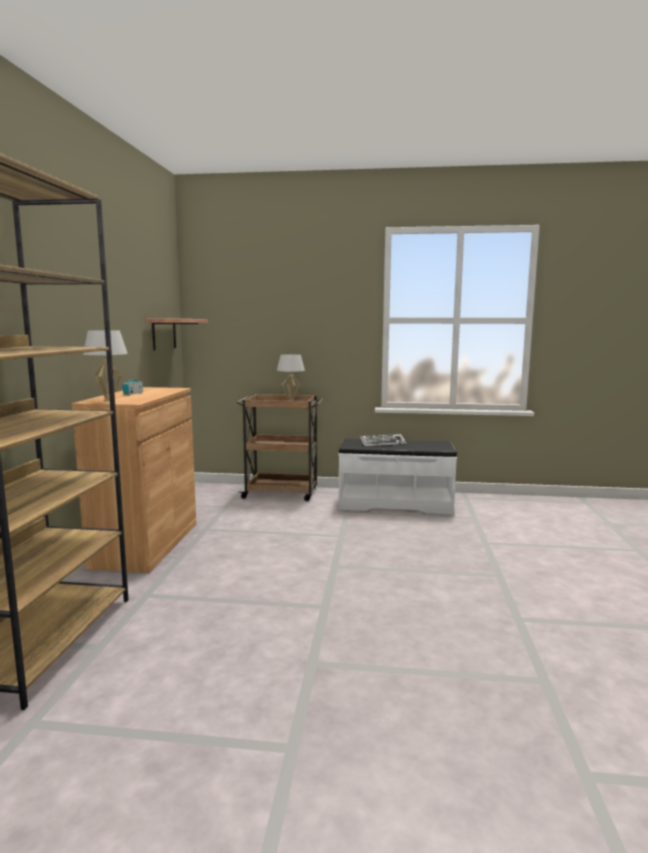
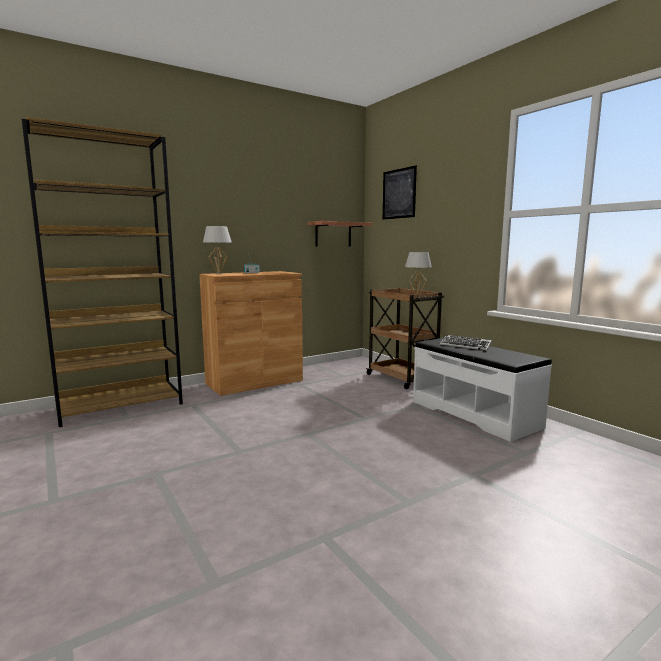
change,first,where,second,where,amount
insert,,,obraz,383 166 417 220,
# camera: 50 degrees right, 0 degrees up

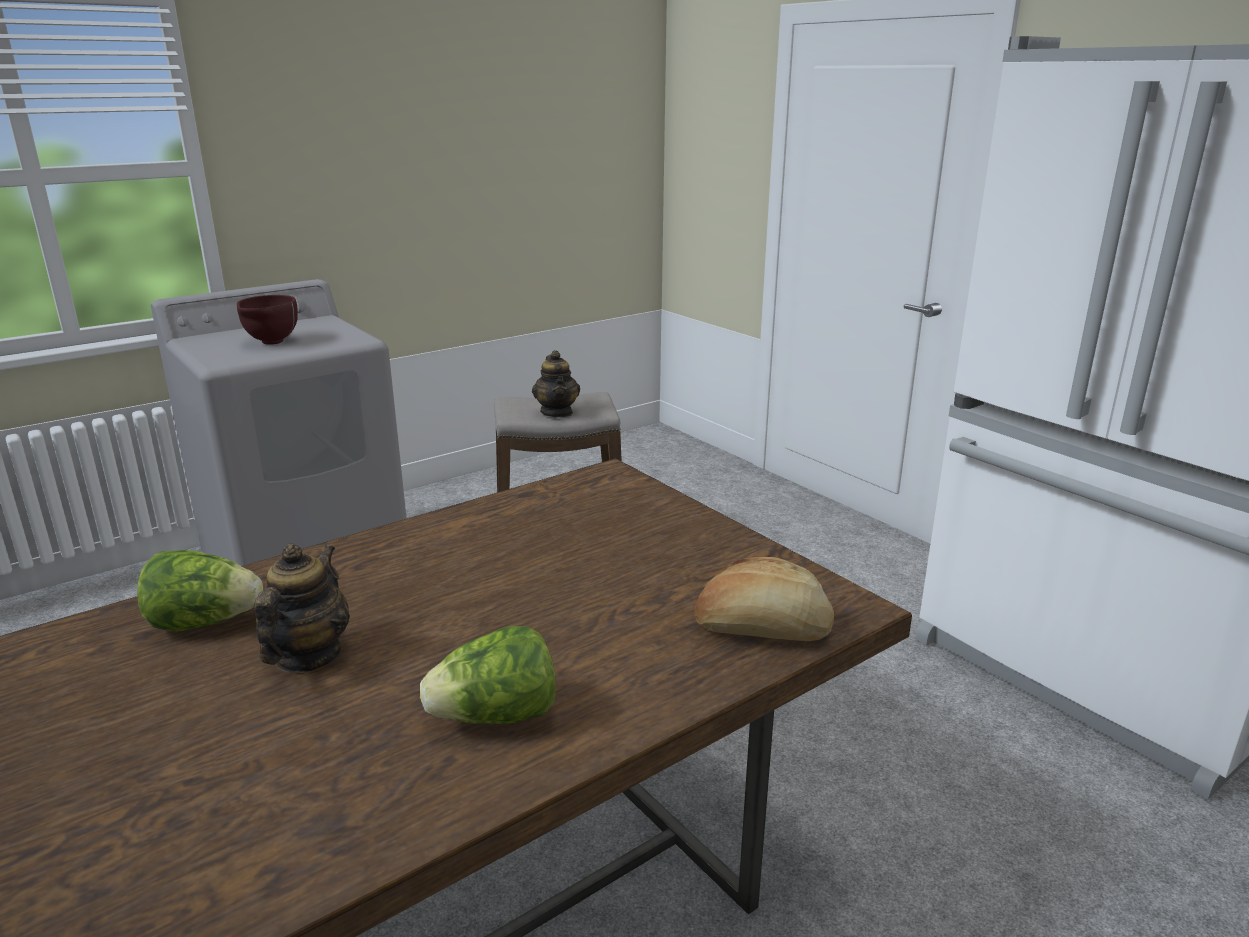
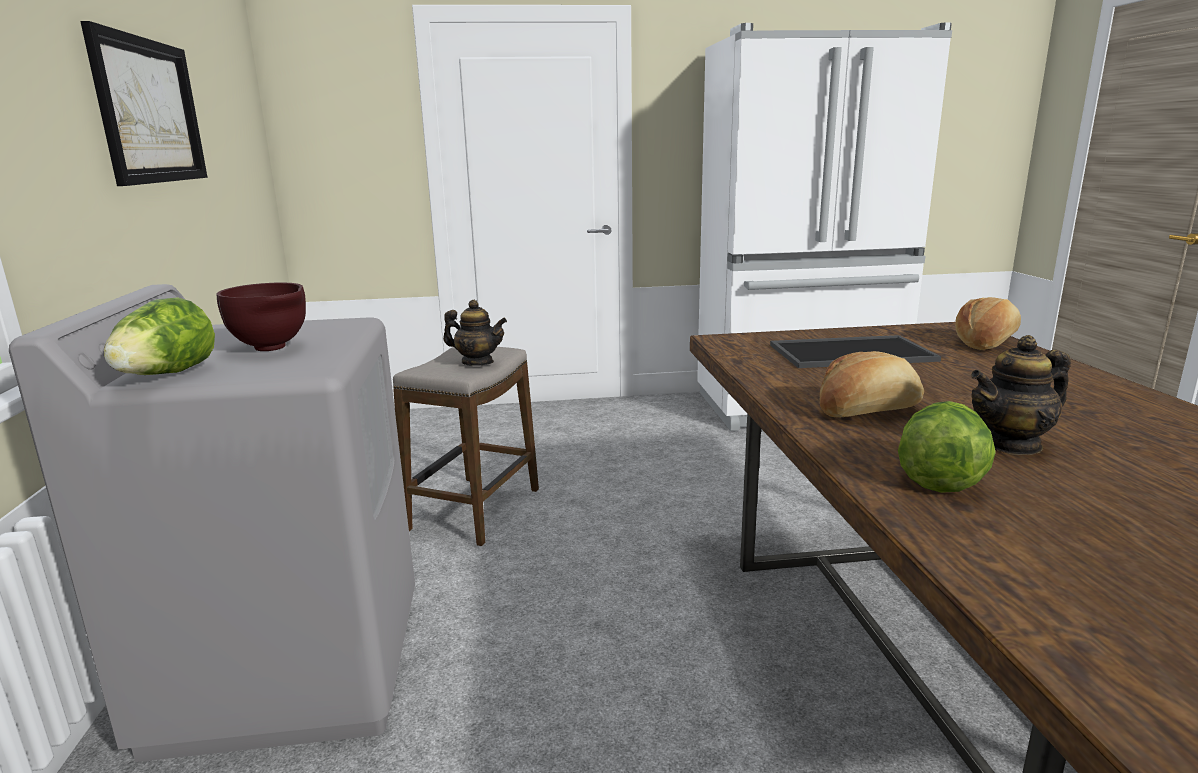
change,first,where,second,where,amount
insert,,,obraz,80 21 207 186,
insert,,,taca,770 335 941 368,
insert,,,chleb,820 351 924 418,
move,sałata,420 626 555 724,,104 297 215 375,
rotate,imbryk,254 544 350 673,,971 335 1071 455,60 degrees counterclockwise
# camera: 60 degrees left, 5 degrees down

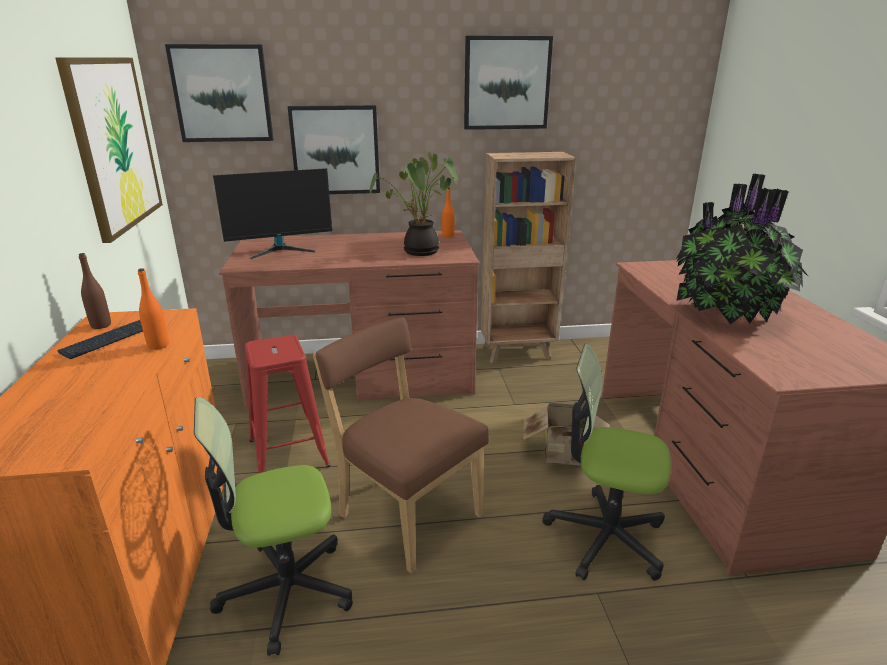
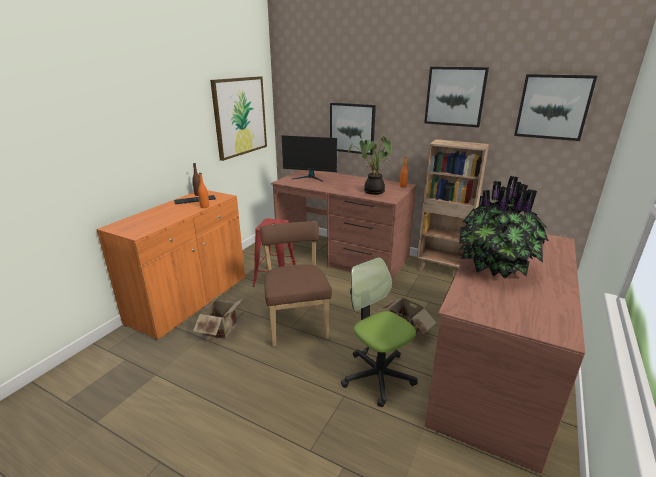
change,first,where,second,where,amount
move,obraz,165 44 274 142,,514 74 597 141,
replace,krzesło biurowe,194 397 353 656,karton,193 294 243 339,
# camera: 35 degrees right, 0 degrees up

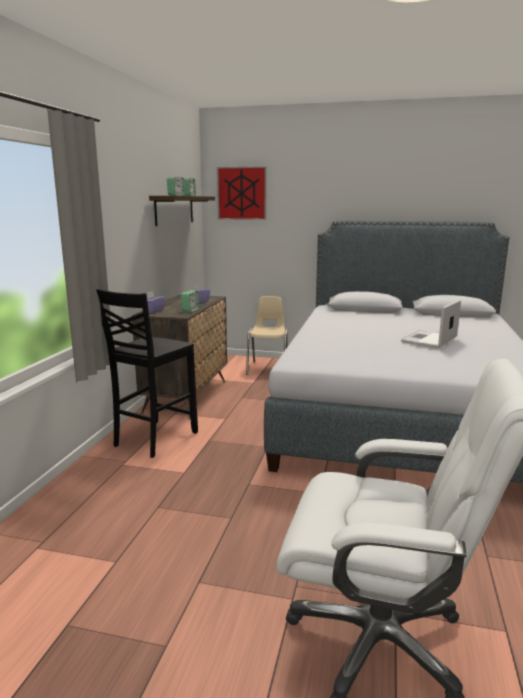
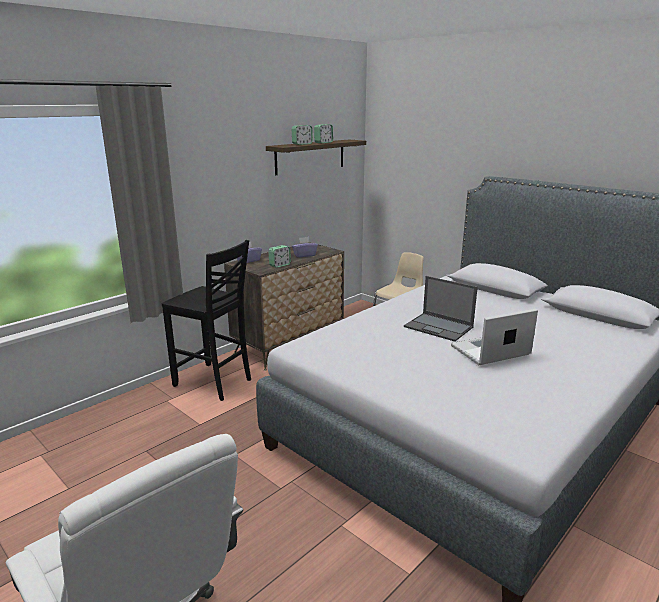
change,first,where,second,where,amount
delete,obraz,217 166 266 220,,,
insert,,,laptop,404 276 478 341,
rotate,krzesło (czarny),96 289 198 458,,162 240 251 401,120 degrees counterclockwise
# camera: 30 degrees right, 5 degrees up

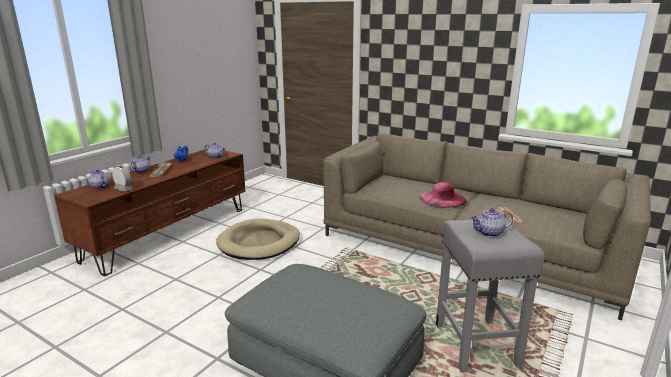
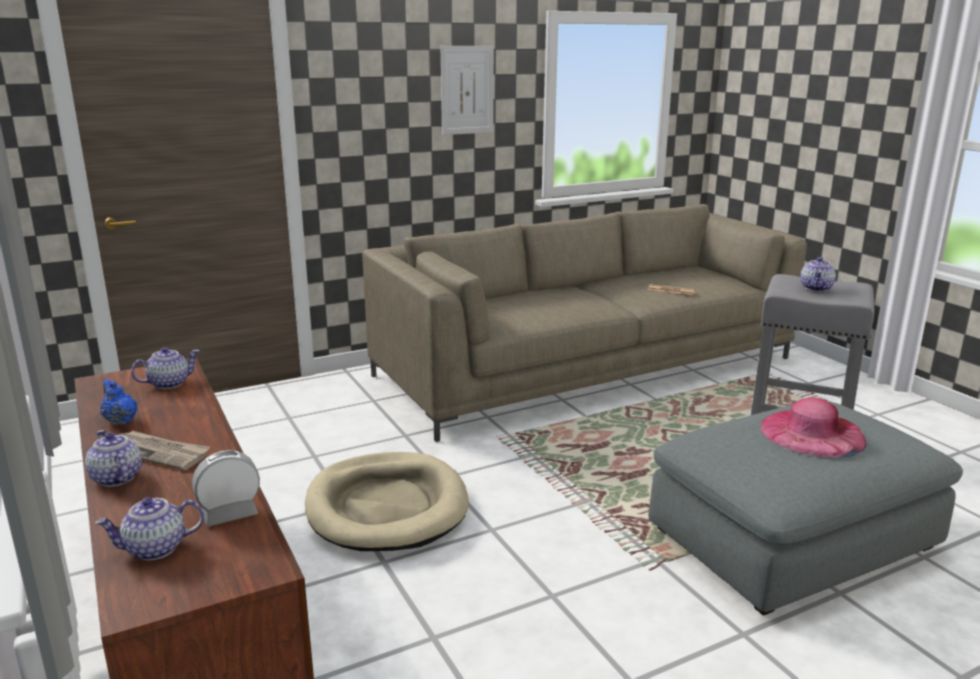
change,first,where,second,where,amount
insert,,,obraz,440 46 494 135,
move,kapelusz (różowy),420 182 467 208,,761 397 867 458,
# camera: 60 degrees left, 0 degrees up

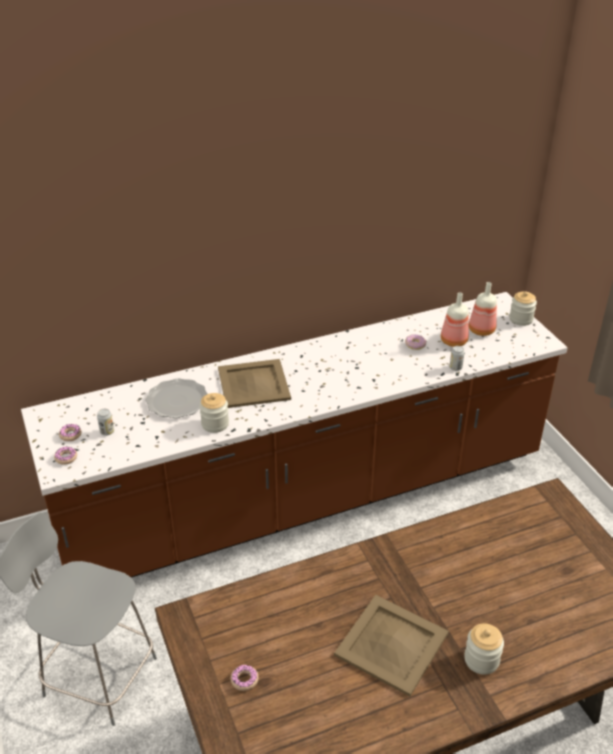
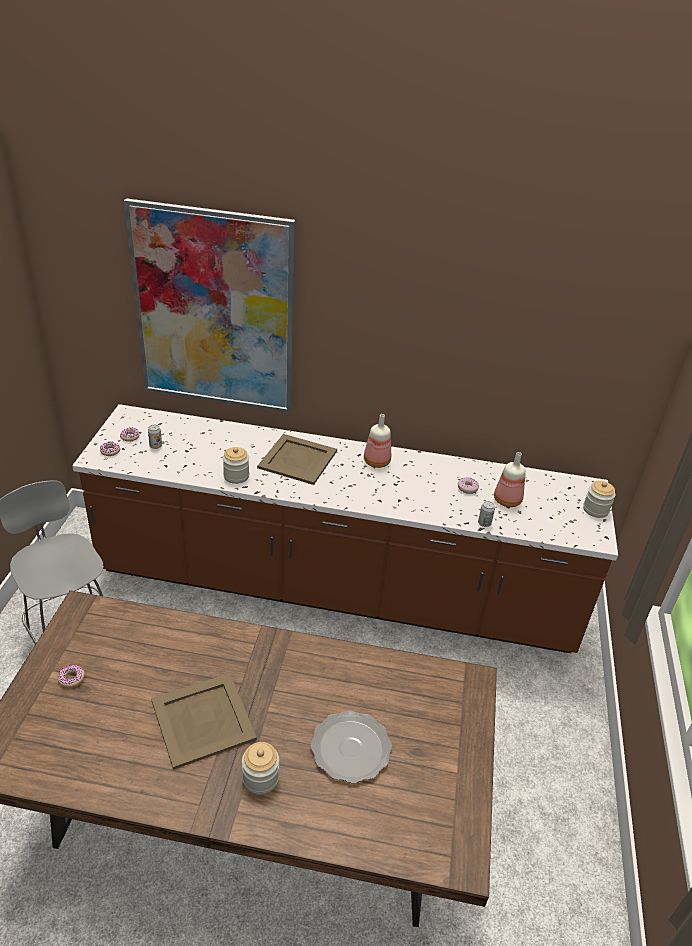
change,first,where,second,where,amount
insert,,,obraz,124 198 295 413,
move,talerz,145 378 208 418,,311 711 392 783,
move,butelka,469 282 497 336,,364 414 391 468,
# camera: 30 degrees right, 0 degrees up

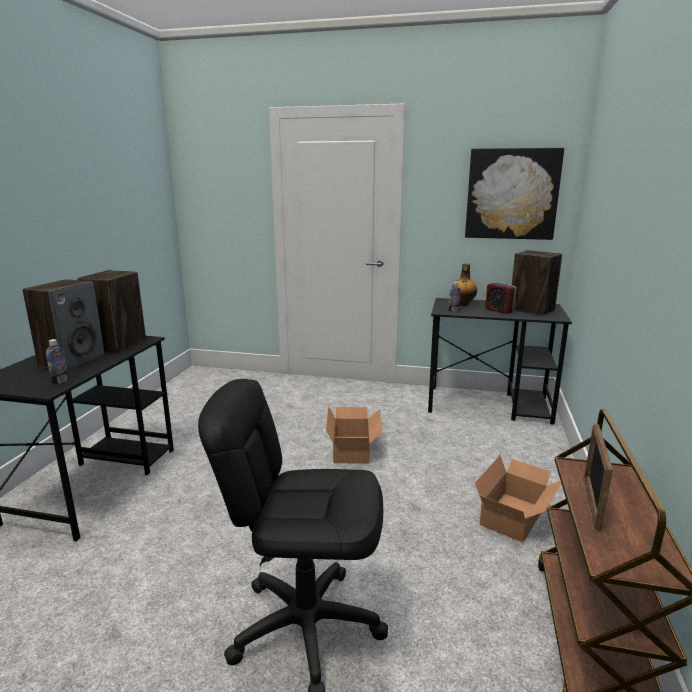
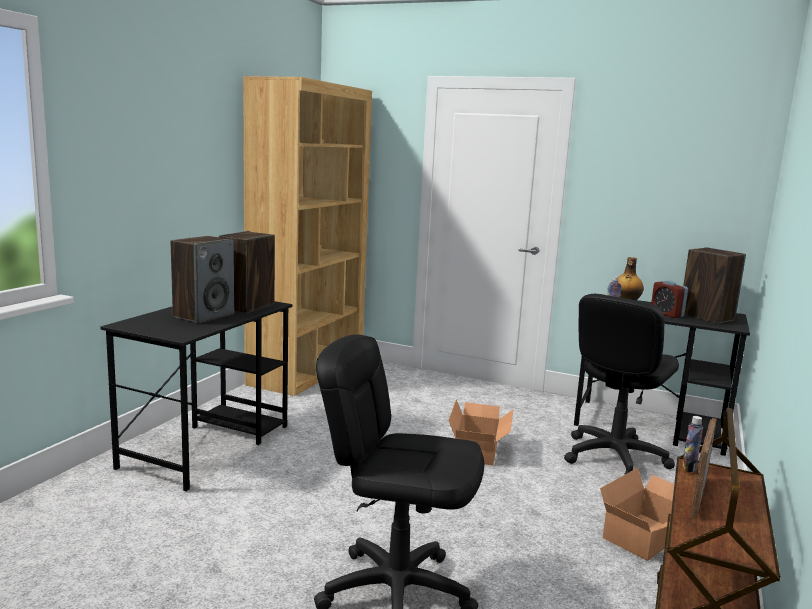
change,first,where,second,where,amount
delete,obraz,465 148 564 240,,,
insert,,,regał (brązowy),243 76 372 396,
insert,,,krzesło biurowe (czarny),564 294 679 475,
move,butelka,46 339 69 384,,682 416 703 472,
# camera: 10 degrees right, 5 degrees down

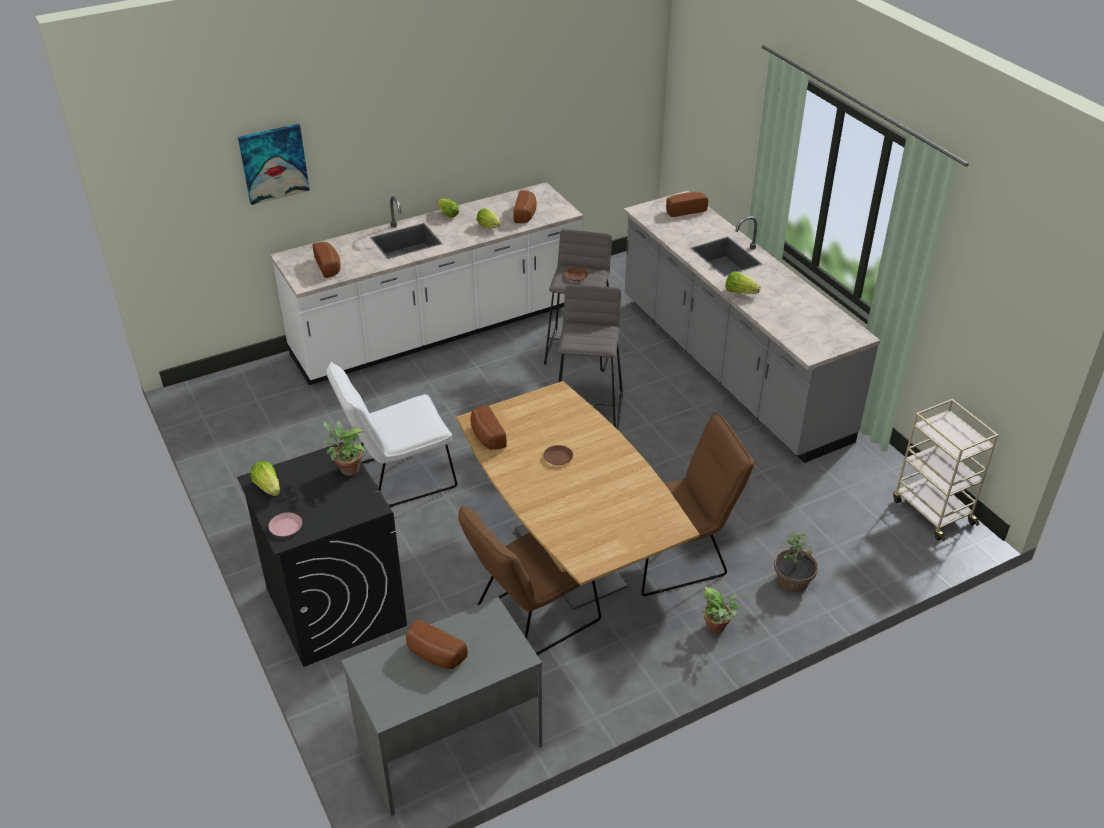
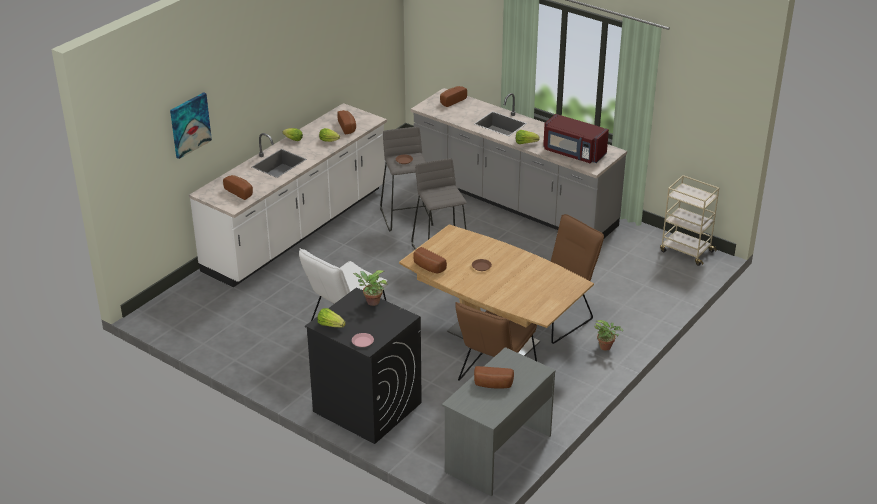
change,first,where,second,where,amount
delete,roślina doniczkowa,774 532 818 593,,,
insert,,,mikrofalówka (czerwony),543 114 609 163,
# camera: 25 degrees left, 5 degrees down

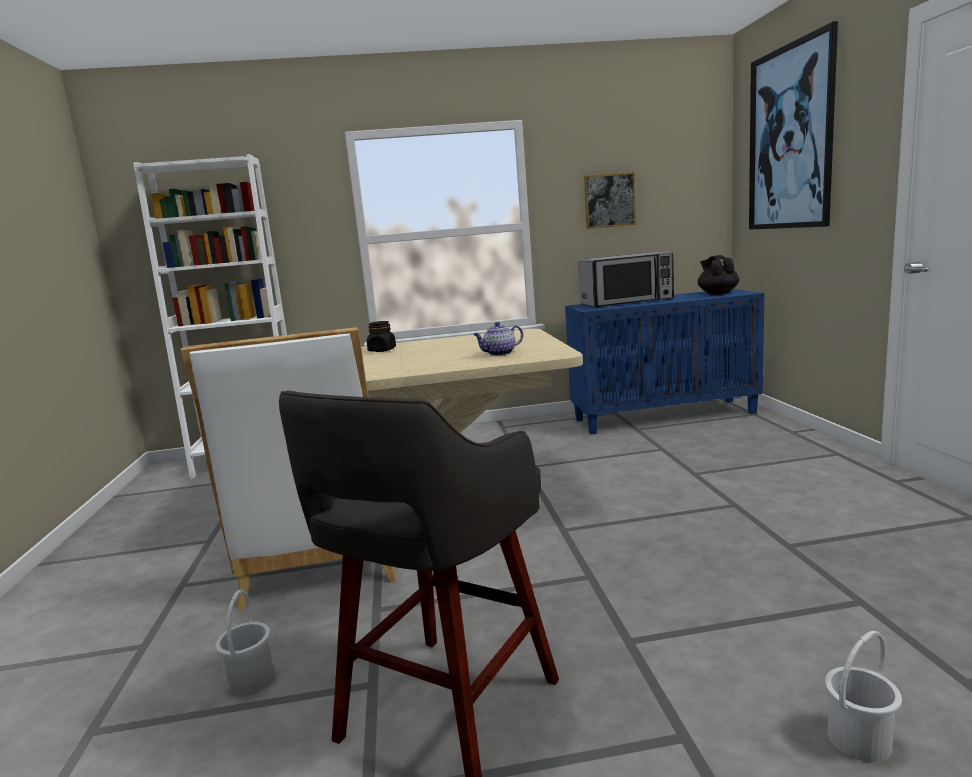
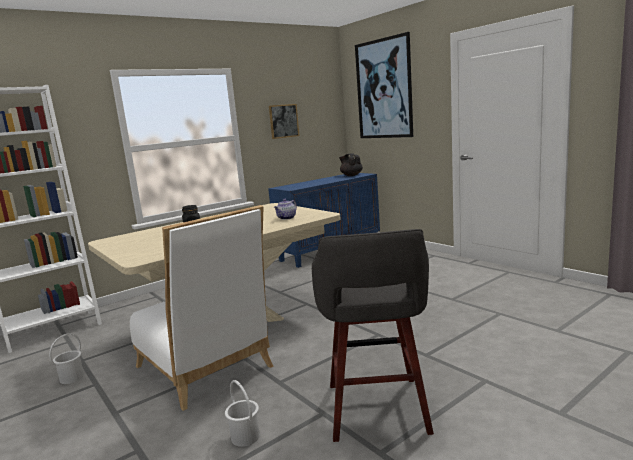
change,first,where,second,where,amount
delete,mikrofalówka,578 252 674 308,,,
move,wiadro (biały),825 631 902 762,,49 333 84 384,
# camera: 30 degrees left, 0 degrees up

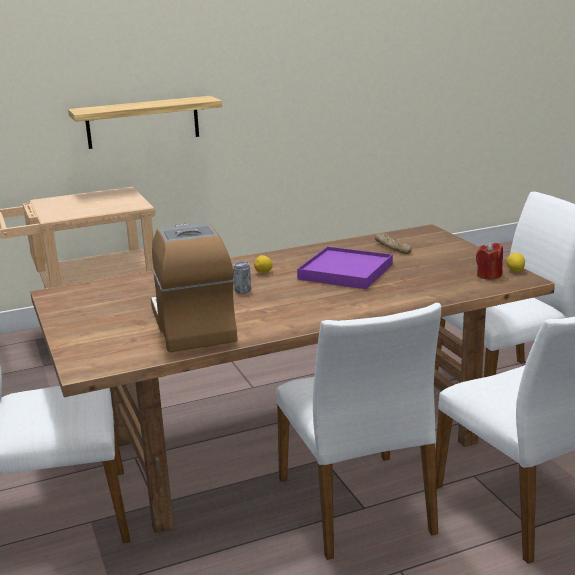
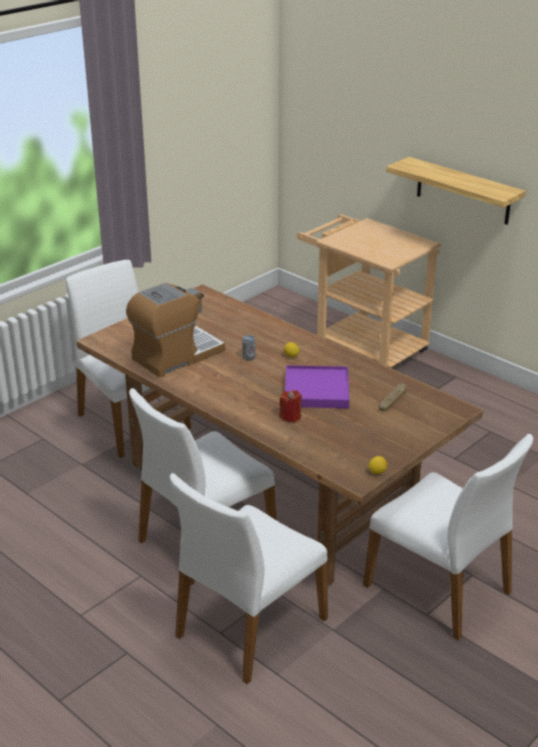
change,first,where,second,where,amount
move,świeca (czerwony),476 242 503 280,,279 390 302 422,
# camera: 65 degrees right, 10 degrees up

